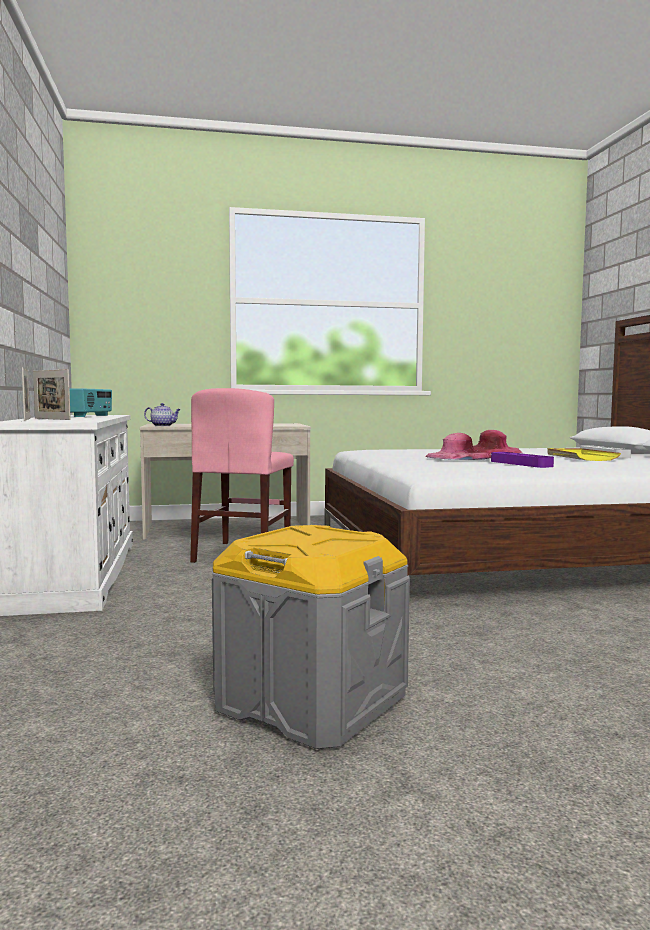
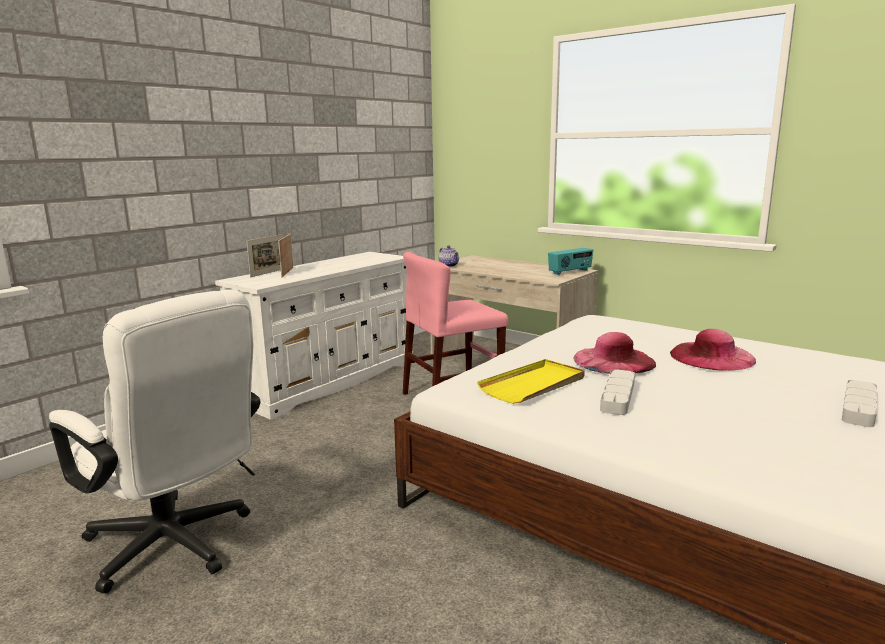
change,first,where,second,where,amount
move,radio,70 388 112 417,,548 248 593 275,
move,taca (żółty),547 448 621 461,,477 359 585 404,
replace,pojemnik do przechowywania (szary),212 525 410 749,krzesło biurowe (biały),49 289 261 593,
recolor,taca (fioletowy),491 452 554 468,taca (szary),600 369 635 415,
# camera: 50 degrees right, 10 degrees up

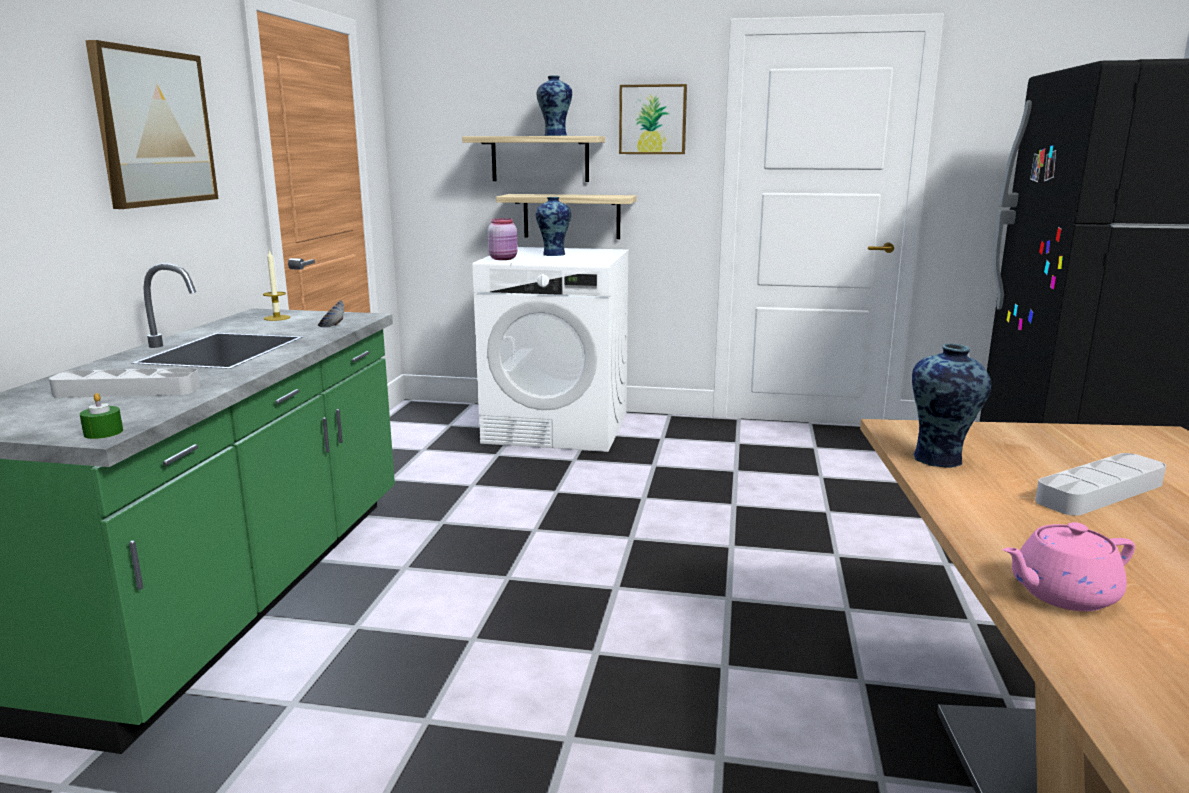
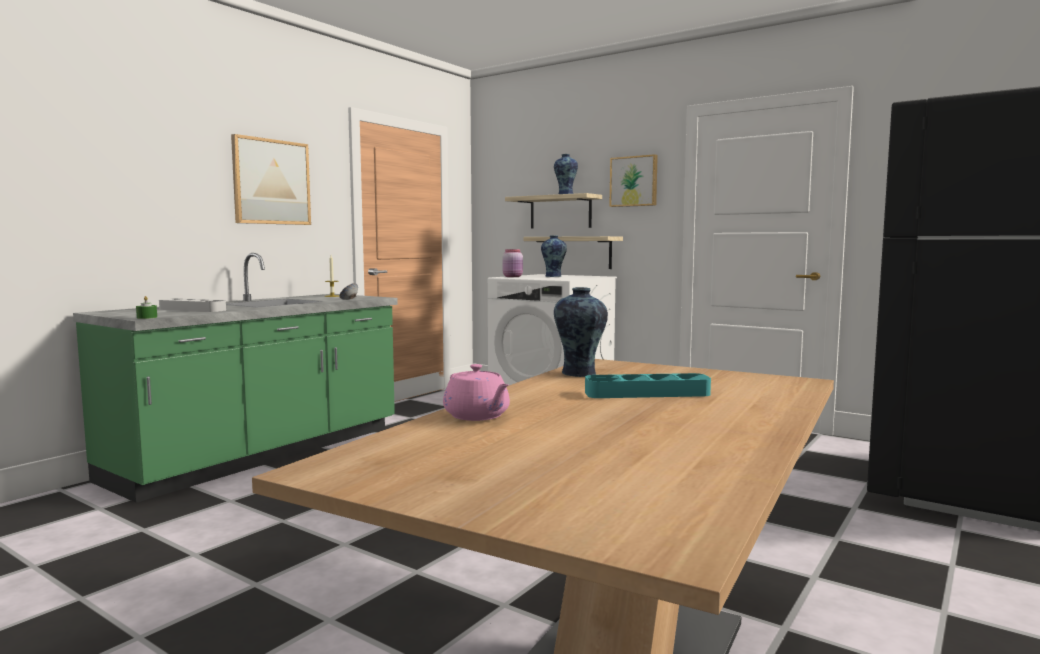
change,first,where,second,where,amount
recolor,taca (szary),1035 453 1166 516,taca (turkusowy),585 373 711 398,
rotate,imbryk (różowy),1003 522 1135 611,,443 364 510 421,135 degrees counterclockwise
# camera: 25 degrees right, 10 degrees down

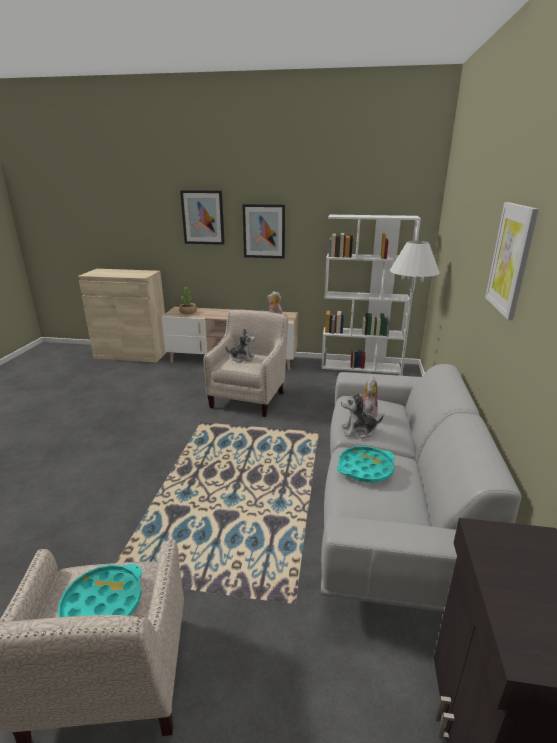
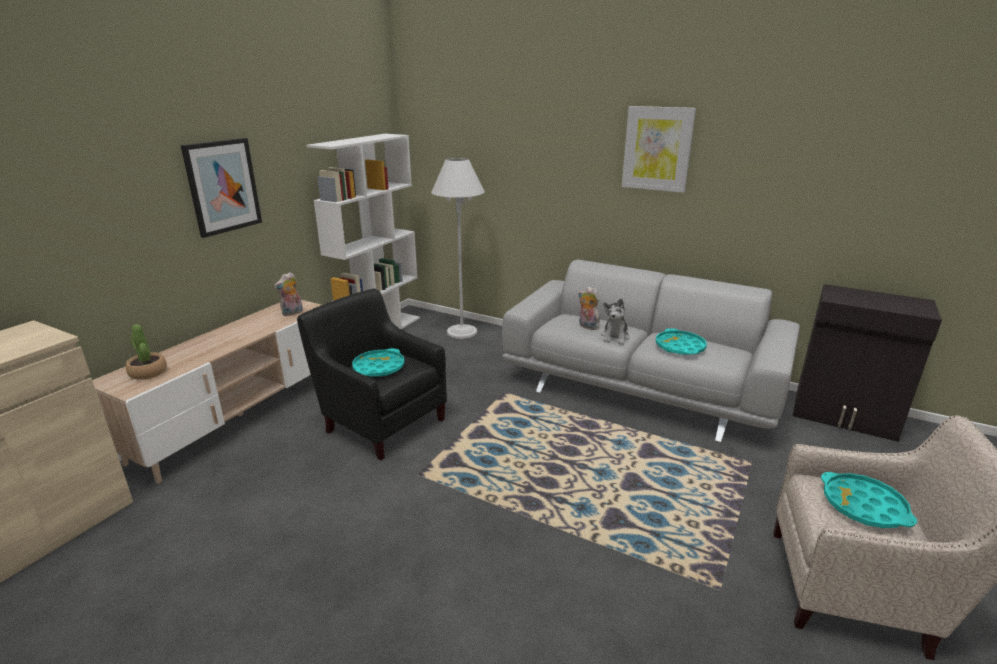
change,first,where,second,where,amount
delete,obraz,180 190 225 245,,,
replace,pluszak,225 328 255 362,taca (turkusowy),352 348 404 377,
recolor,fotel (beżowy),204 309 288 417,fotel (czarny),297 289 447 461,
# camera: 70 degrees left, 0 degrees up

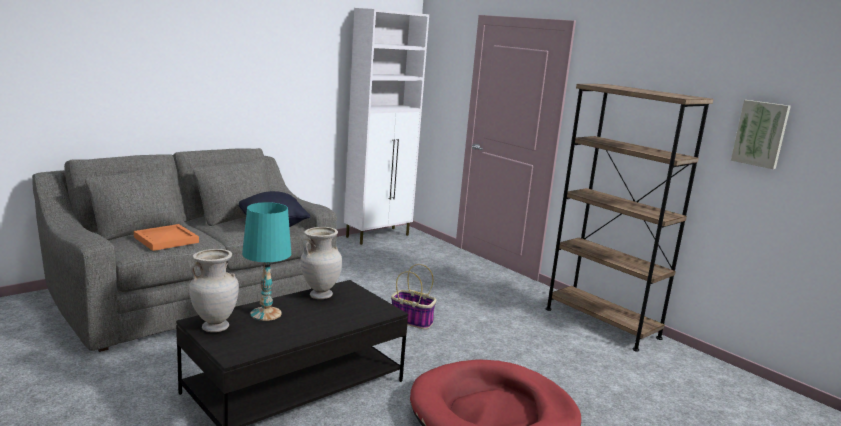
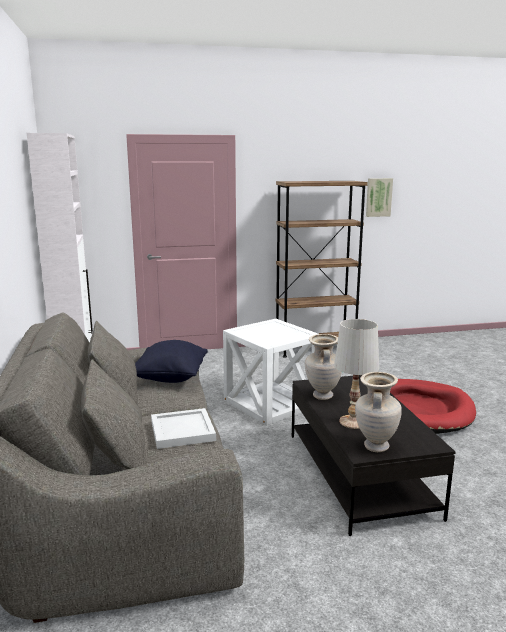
change,first,where,second,where,amount
replace,koszyk,391 264 436 329,stolik (biały),223 319 318 426,
recolor,taca (pomarańczowy),134 224 199 251,taca (biały),151 408 216 449,
recolor,lampa stołowa (turkusowy),242 202 291 321,lampa stołowa (biały),334 319 379 429,
# camera: 60 degrees left, 0 degrees up

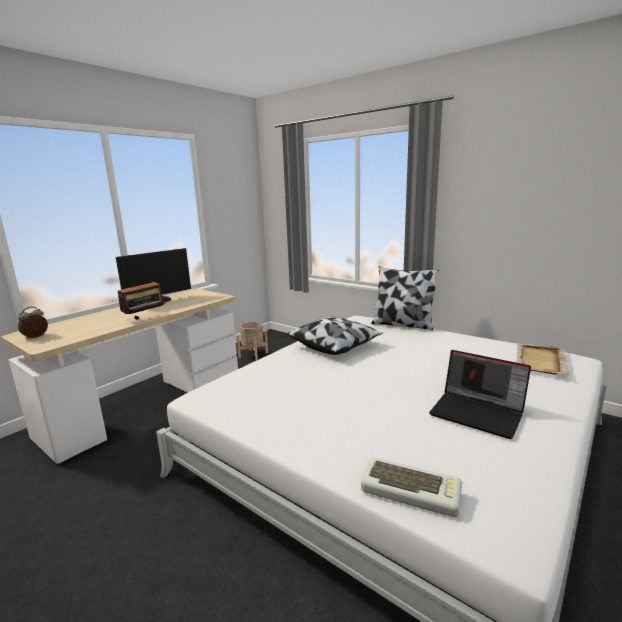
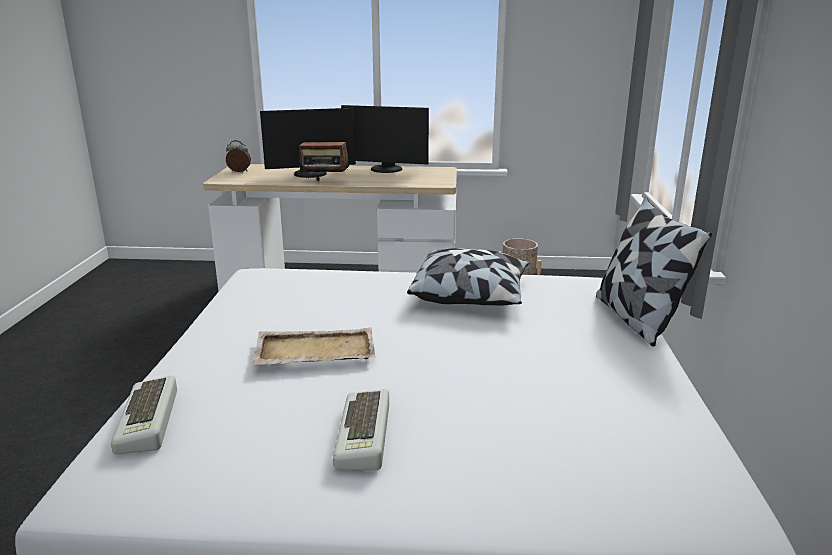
change,first,where,second,where,amount
insert,,,monitor,260 108 356 178,
move,taca (beżowy),516 343 570 375,,252 327 376 365,
replace,laptop,429 350 531 439,klawiatura,333 389 389 470,
# camera: 55 degrees right, 5 degrees up

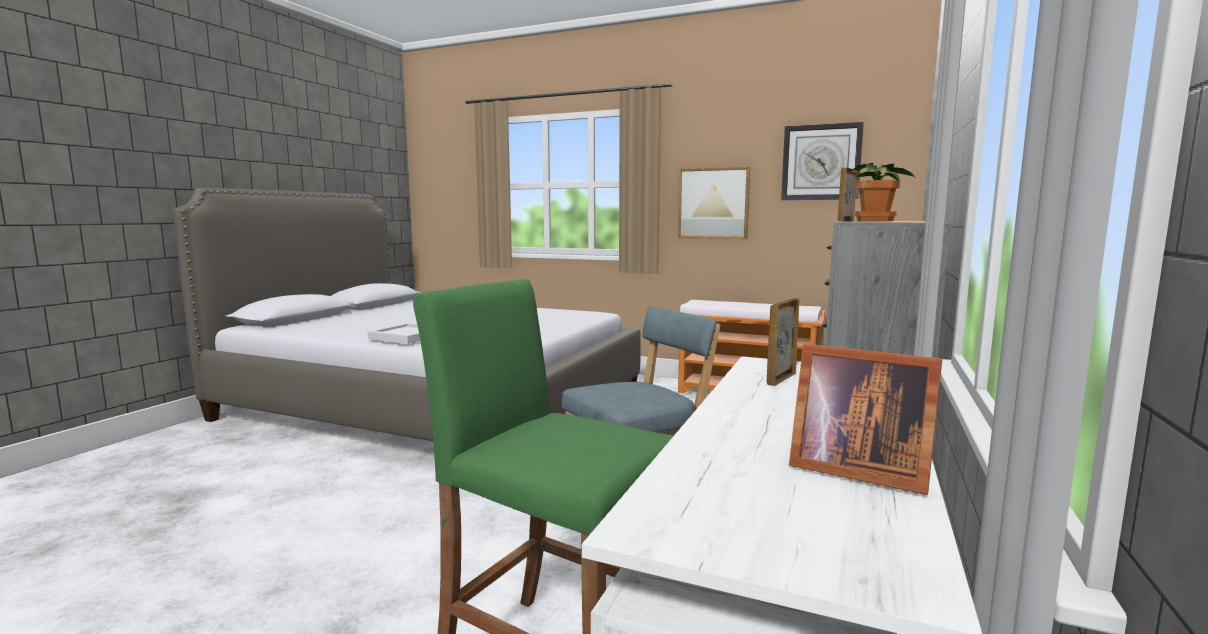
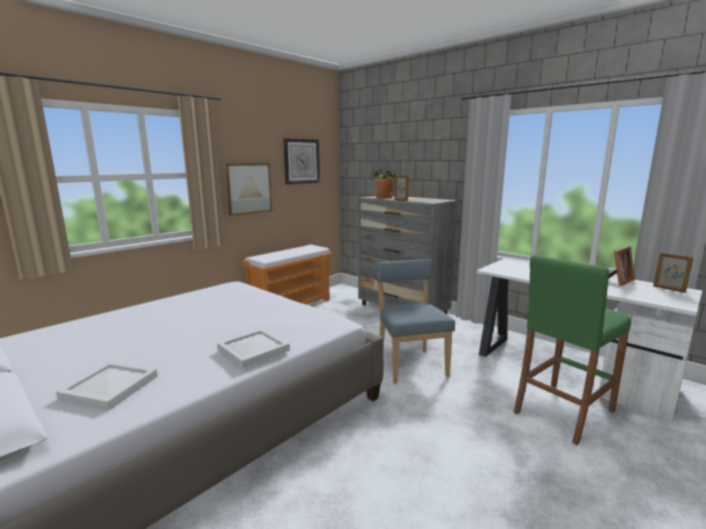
change,first,where,second,where,amount
insert,,,taca (biały),56 362 158 410,
move,ramka na zdjęcie,767 298 799 386,,653 252 694 293,
# camera: 70 degrees left, 5 degrees up

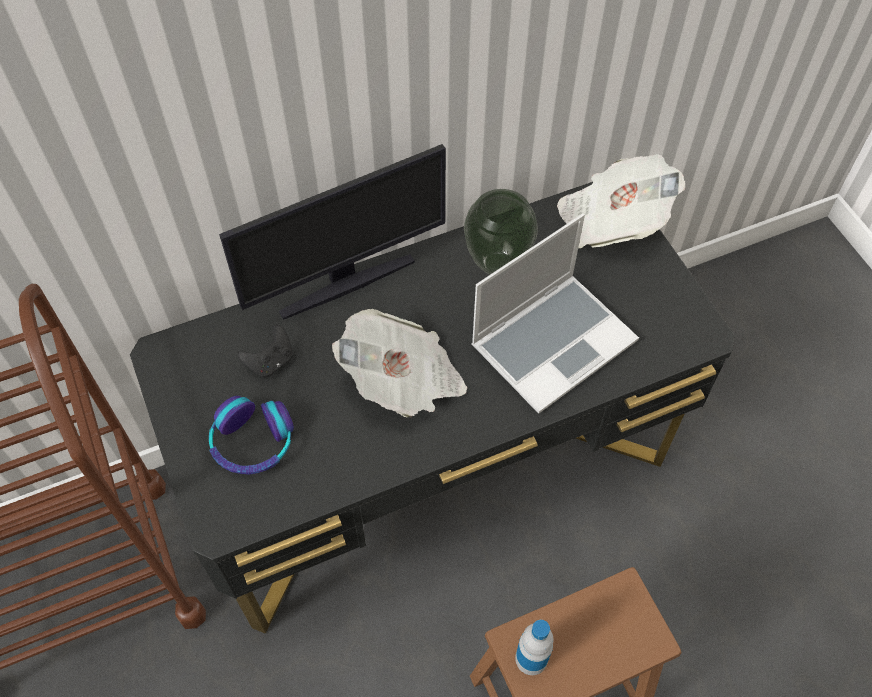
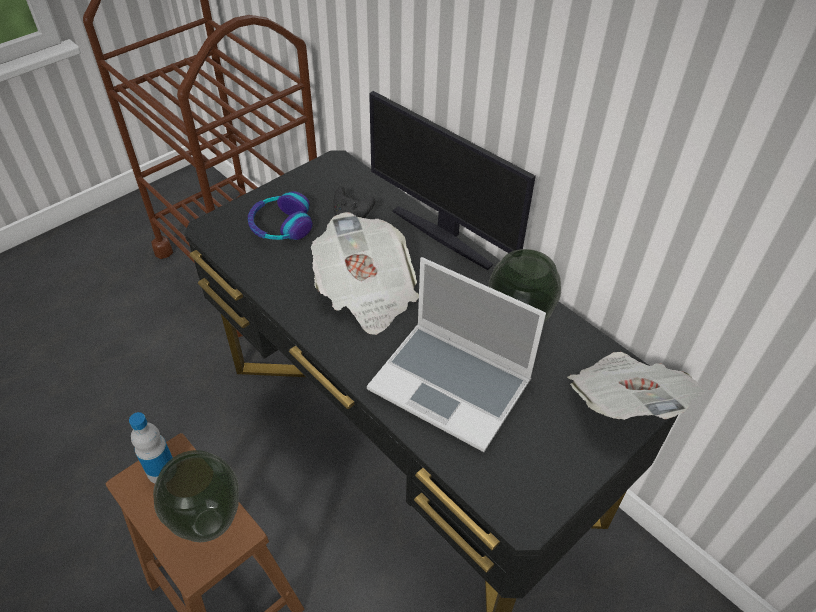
change,first,where,second,where,amount
insert,,,wazon,153 450 239 542,
# camera: 70 degrees right, 10 degrees down

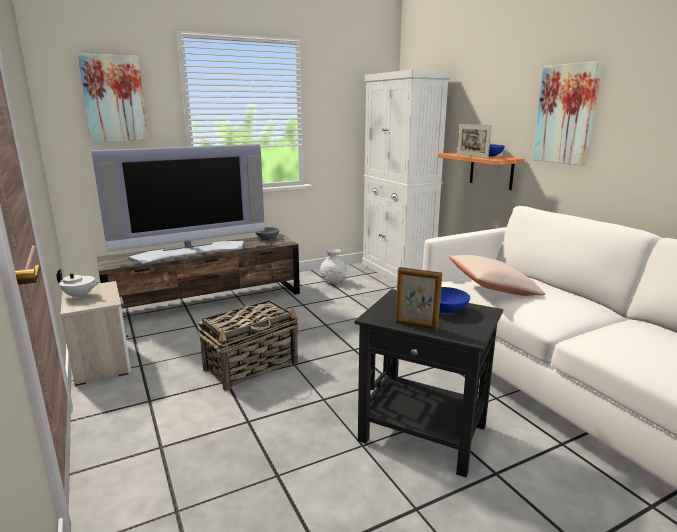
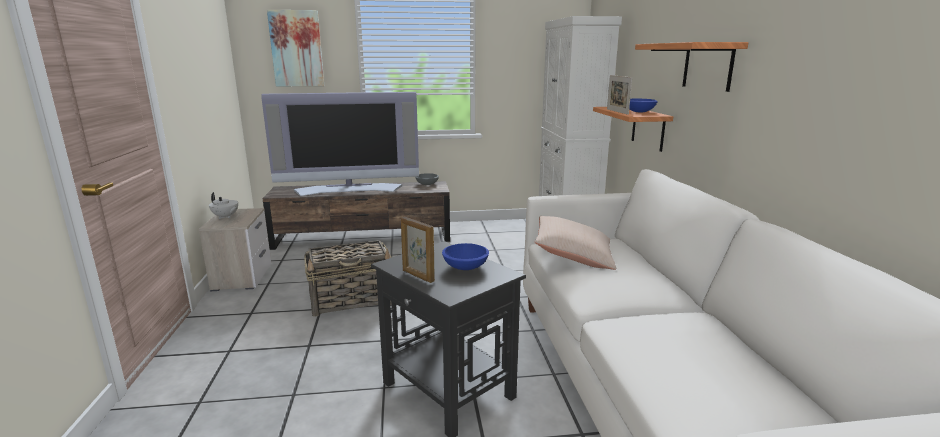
change,first,where,second,where,amount
delete,wazon (biały),320 249 347 284,,,
replace,obraz,532 61 603 166,półka,635 42 749 92,
# camera: 20 degrees right, 0 degrees up

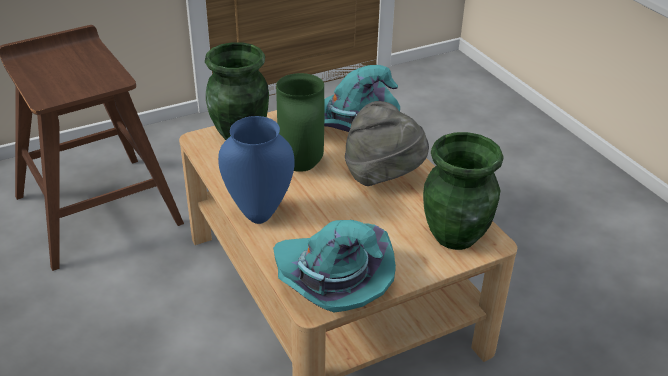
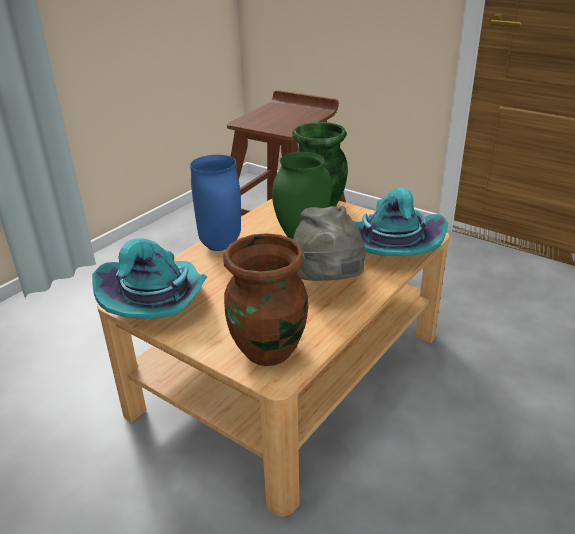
change,first,where,second,where,amount
recolor,wazon (zielony),423 132 504 250,wazon (brązowy),223 233 308 366,
# camera: 65 degrees right, 5 degrees down

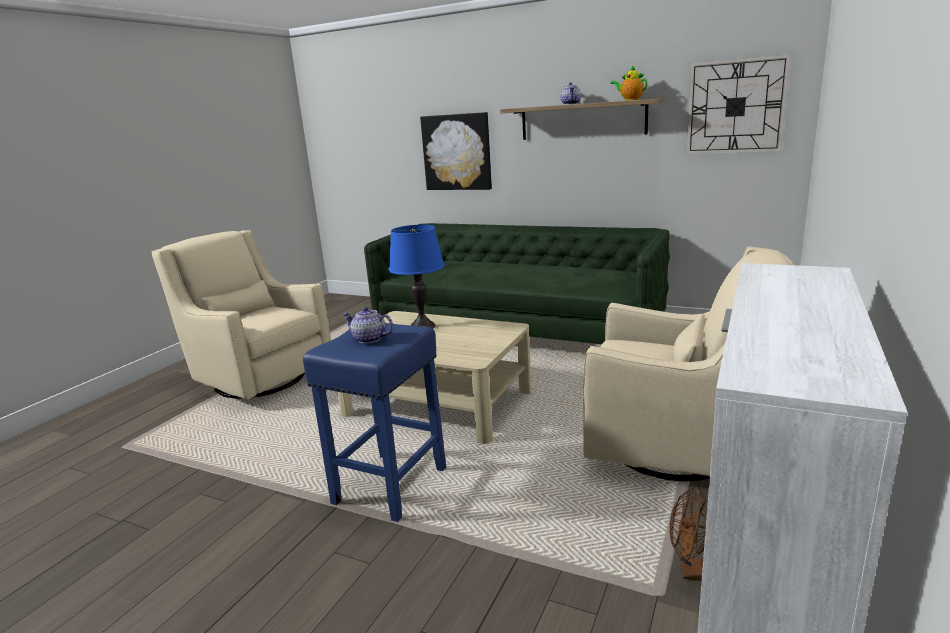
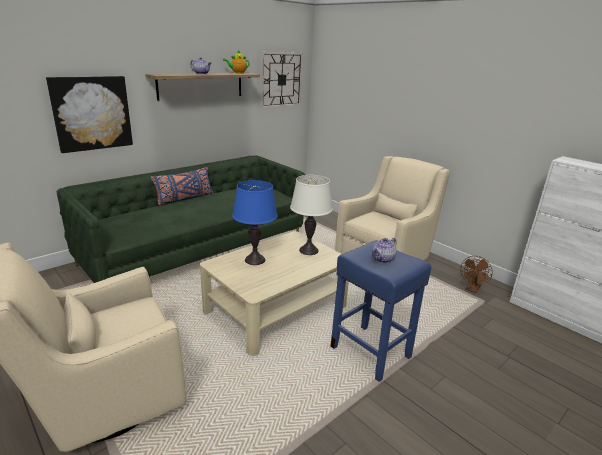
change,first,where,second,where,amount
insert,,,poduszka (niebieski),151 167 214 205,
insert,,,lampa stołowa (biały),290 175 333 255,
# camera: 70 degrees left, 5 degrees up

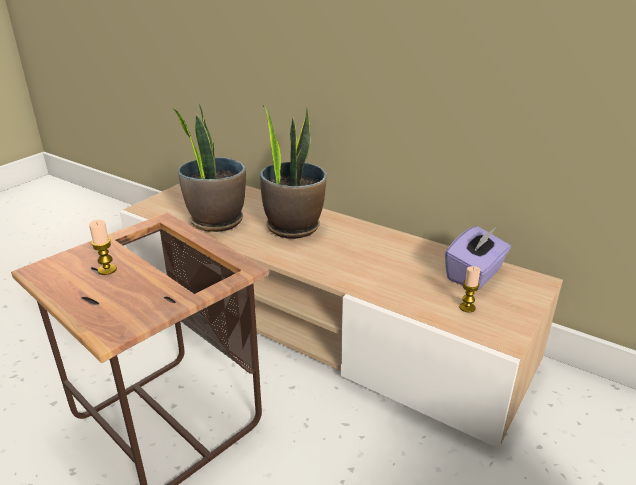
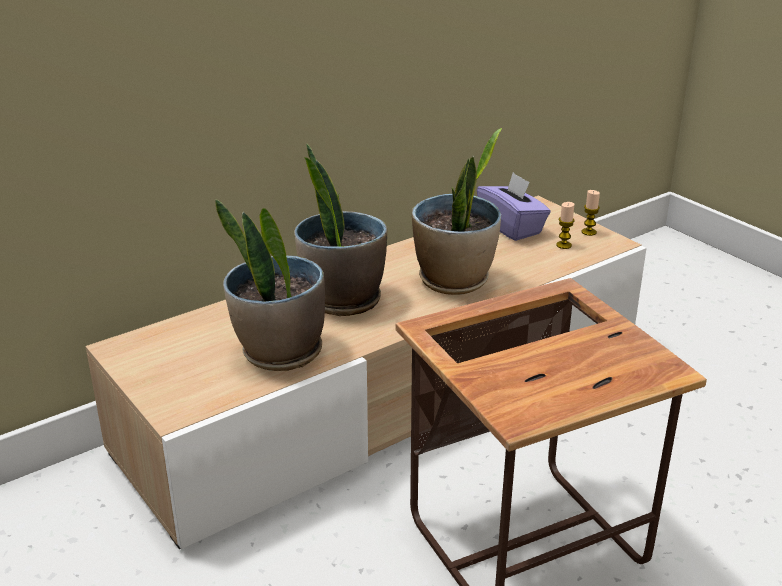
change,first,where,second,where,amount
insert,,,roślina doniczkowa,412 128 502 295,
move,świeca,89 220 117 275,,582 190 600 236,
# camera: 70 degrees left, 0 degrees up

